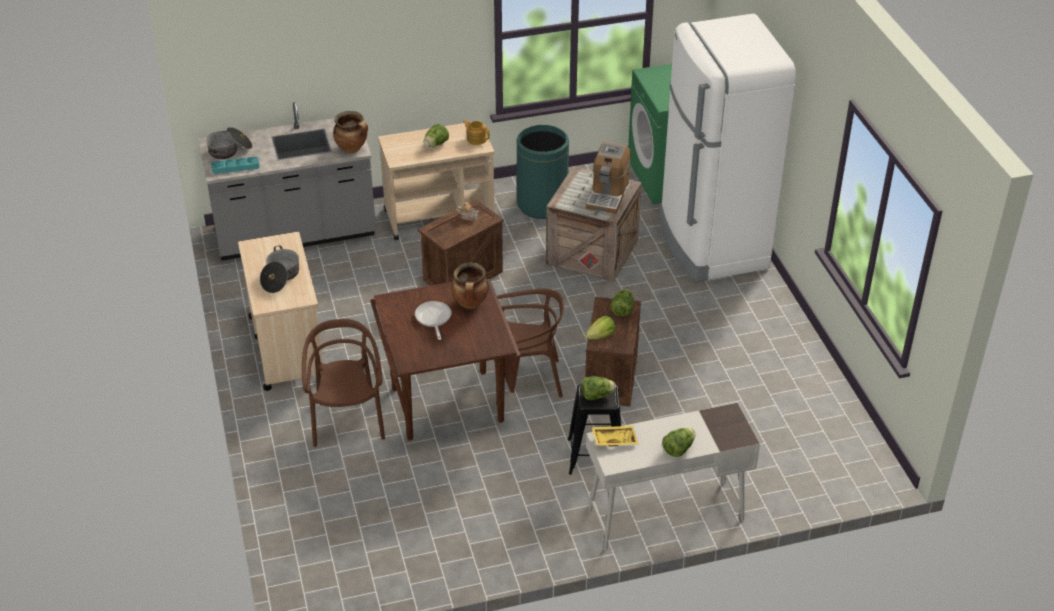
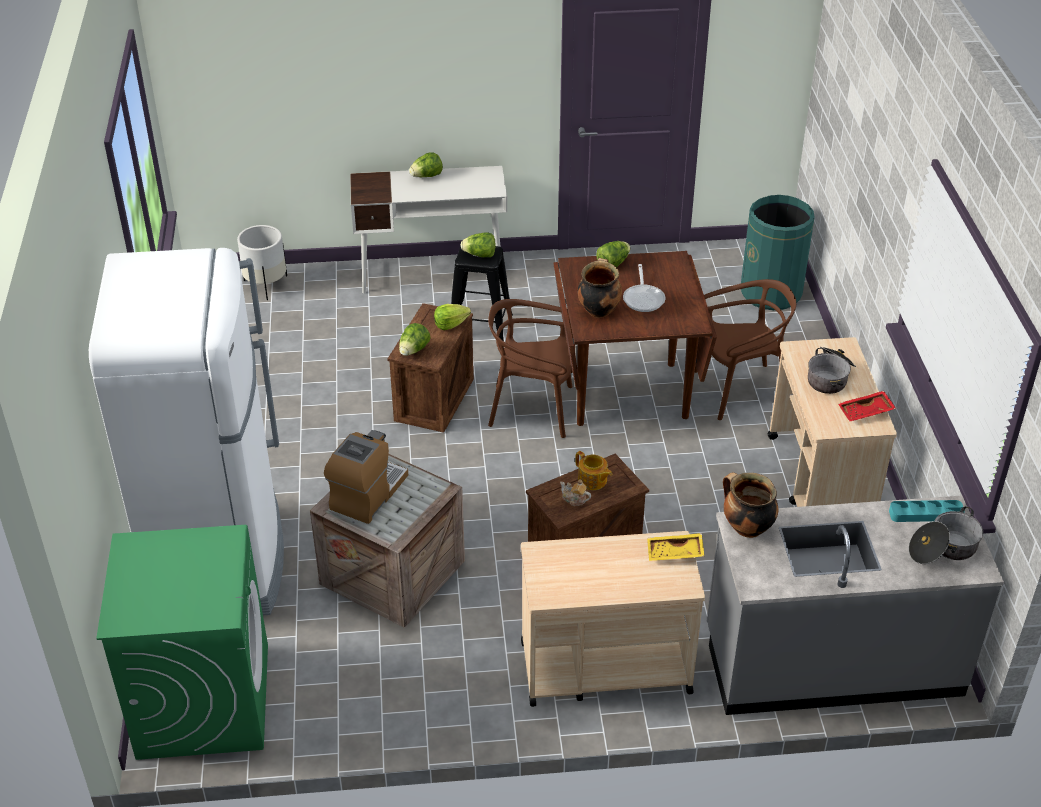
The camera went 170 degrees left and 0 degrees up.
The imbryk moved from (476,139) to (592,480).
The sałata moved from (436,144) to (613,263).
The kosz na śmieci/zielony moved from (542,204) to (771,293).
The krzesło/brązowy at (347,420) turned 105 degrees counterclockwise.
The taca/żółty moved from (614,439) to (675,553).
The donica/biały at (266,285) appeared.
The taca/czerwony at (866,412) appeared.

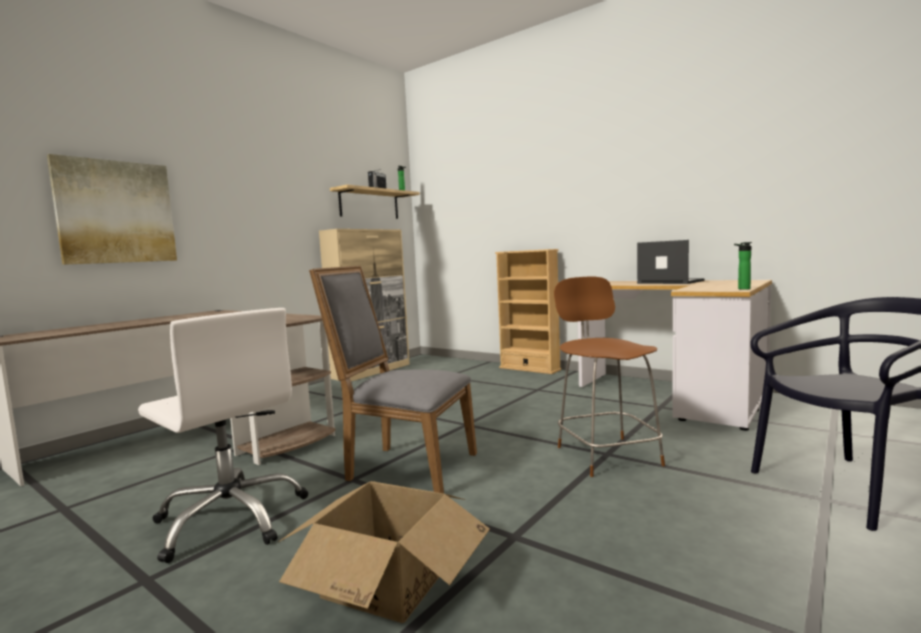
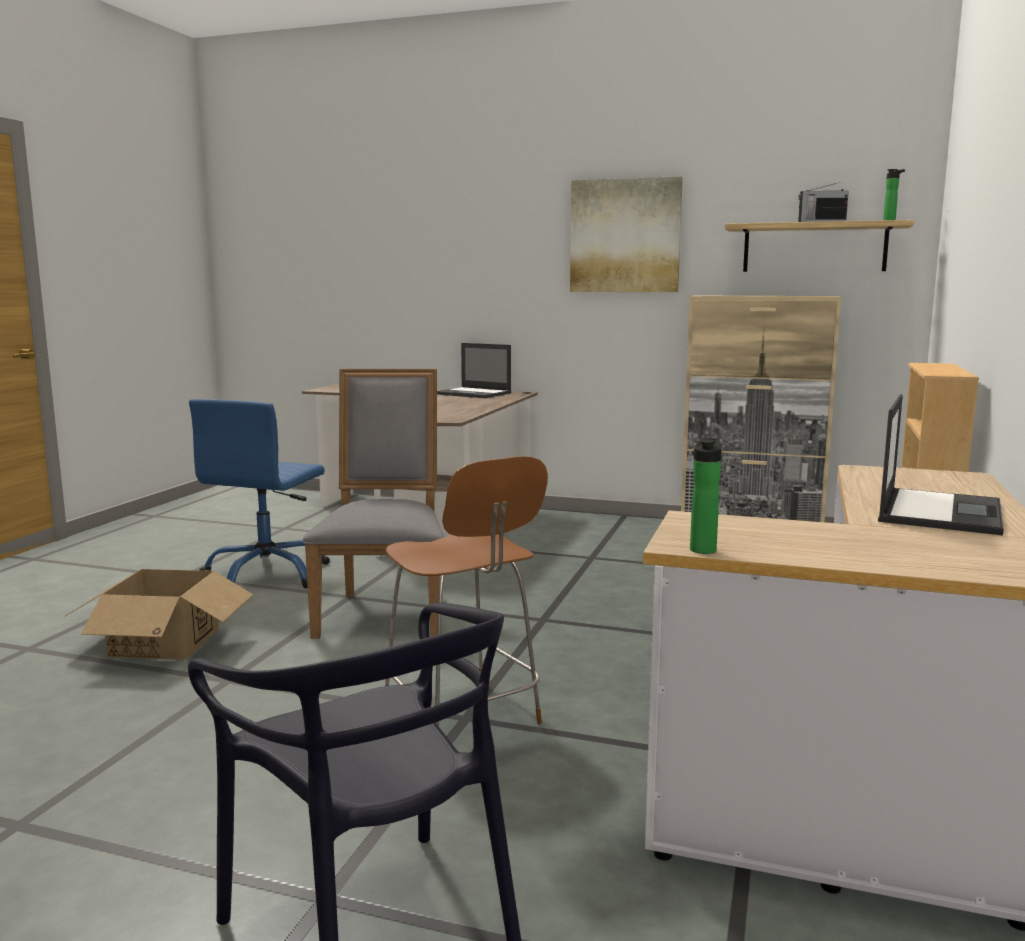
The camera went 70 degrees right and 5 degrees up.
The obraz moved from (116,212) to (625,236).
The krzesło/brązowy at (606,454) turned 90 degrees clockwise.
The krzesło biurowe/biały at (232,519) became the krzesło biurowe/niebieski at (267,575).
The laptop at (474,393) appeared.

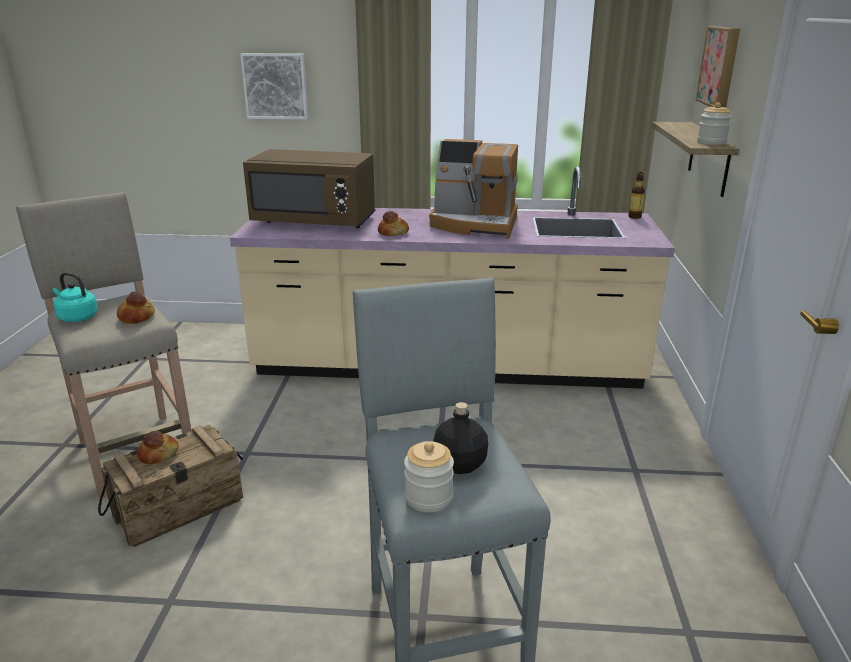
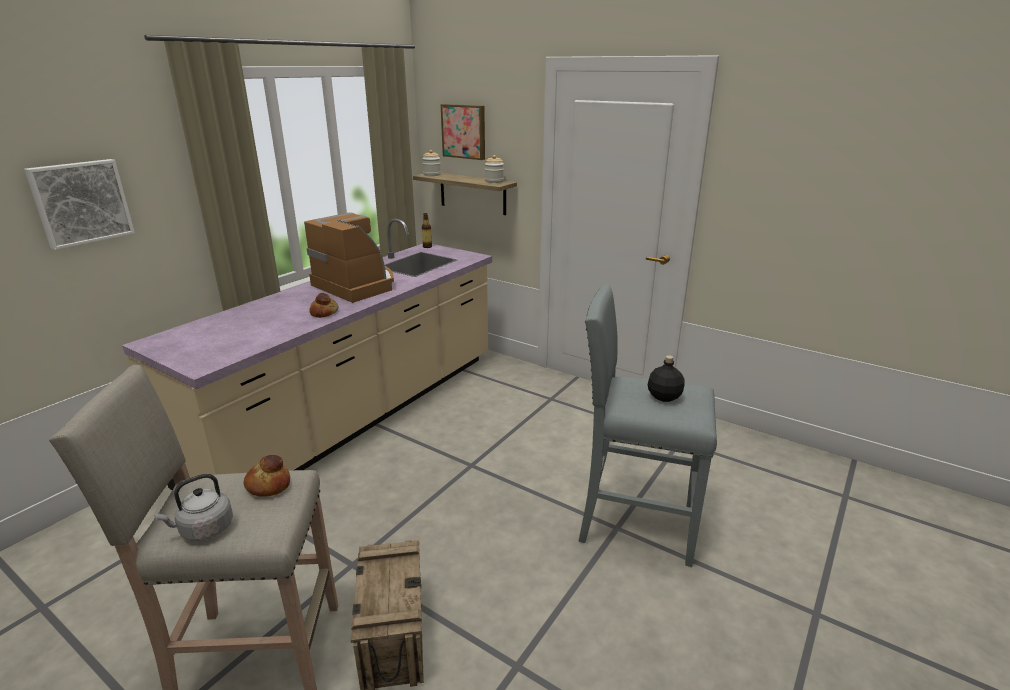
The camera went 60 degrees left and 0 degrees up.
The ekspres do kawy at (474,224) turned 90 degrees counterclockwise.
The mikrofalówka/brązowy at (315,221) disappeared.
The czajnik/turkusowy at (76,317) became the czajnik/szary at (204,529).
The chleb at (159,454) disappeared.
The słoik moved from (428,497) to (432,175).

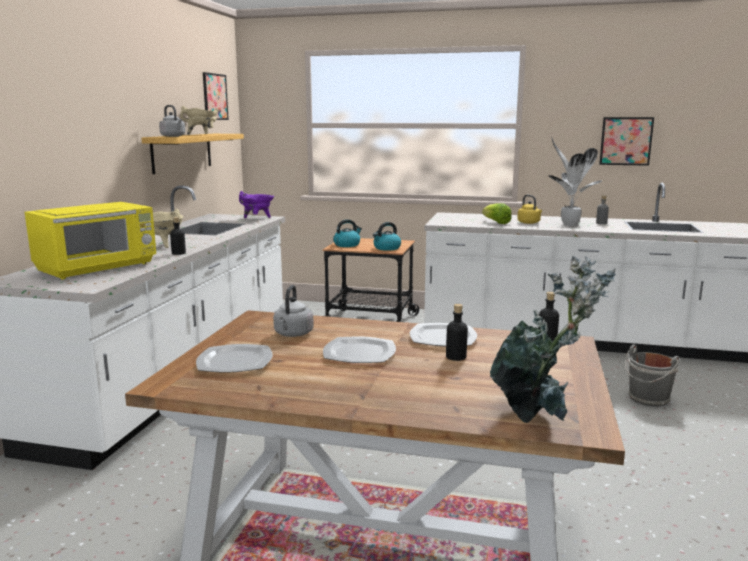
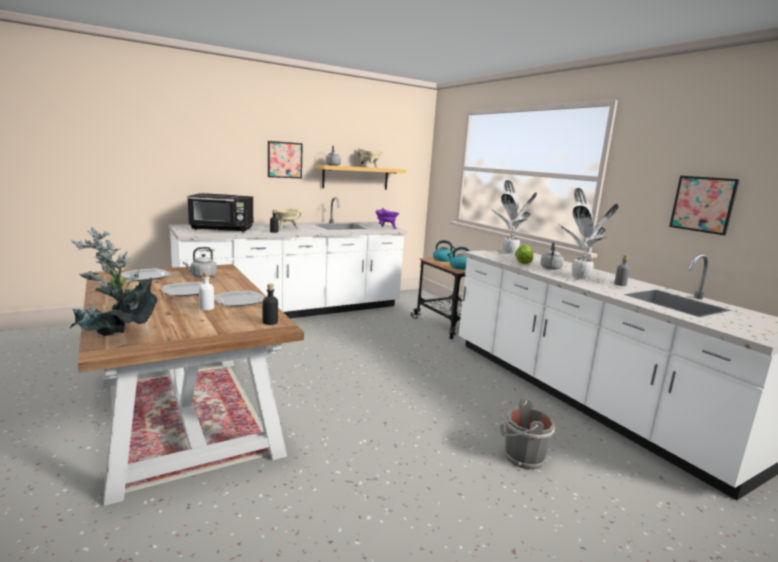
The camera went 45 degrees right and 0 degrees up.
The obraz moved from (215,97) to (285,160).
The czajnik/żółty at (529,223) became the czajnik/szary at (550,268).
The mikrofalówka/żółty at (98,268) became the mikrofalówka/czarny at (223,229).
The butelka/czarny at (456,357) became the butelka/biały at (207,308).
The roślina doniczkowa at (509,252) appeared.

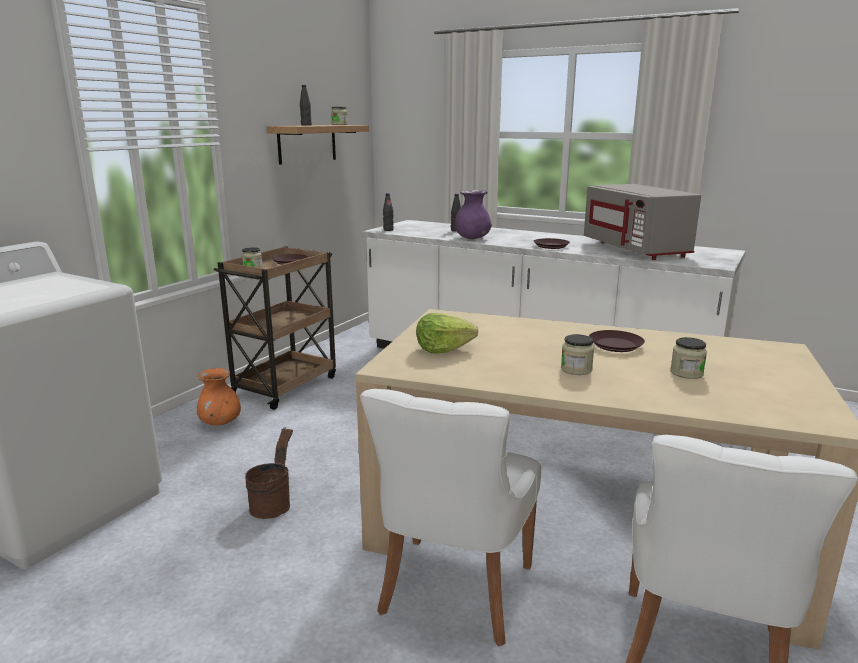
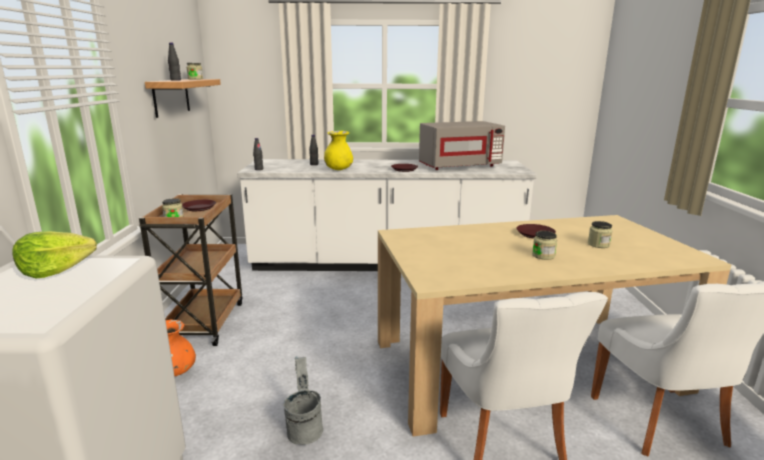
The camera went 30 degrees left and 0 degrees up.
The mikrofalówka/szary at (636,249) turned 60 degrees counterclockwise.
The wazon/fioletowy at (472,238) became the wazon/żółty at (338,169).
The sałata moved from (443,349) to (55,270).
The wiadro/brązowy at (273,504) became the wiadro/szary at (304,427).

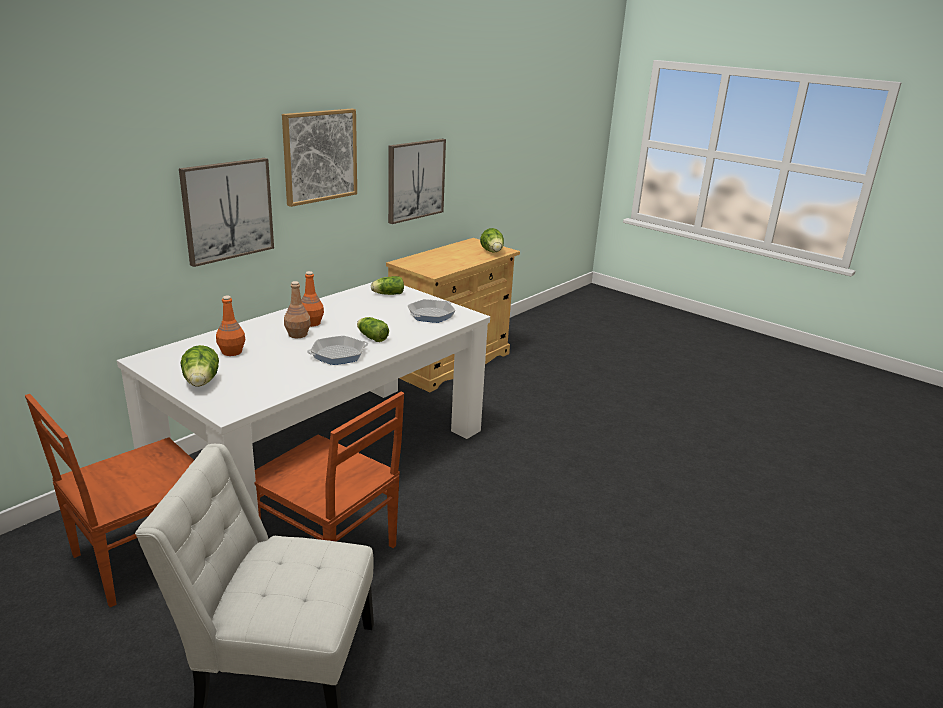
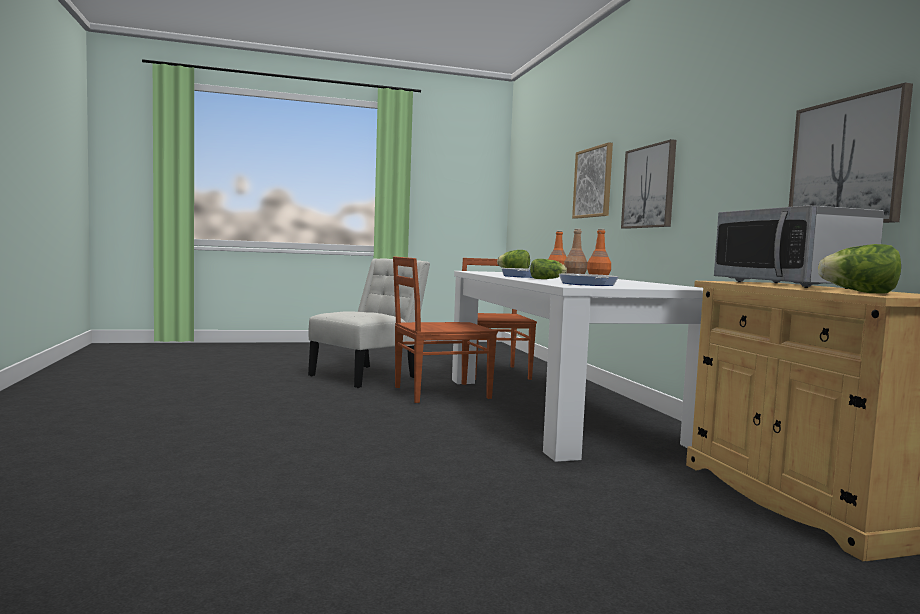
The camera went 125 degrees right and 20 degrees down.
The obraz moved from (320,156) to (593,182).
The sałata at (387,294) disappeared.
The mikrofalówka at (789,285) appeared.

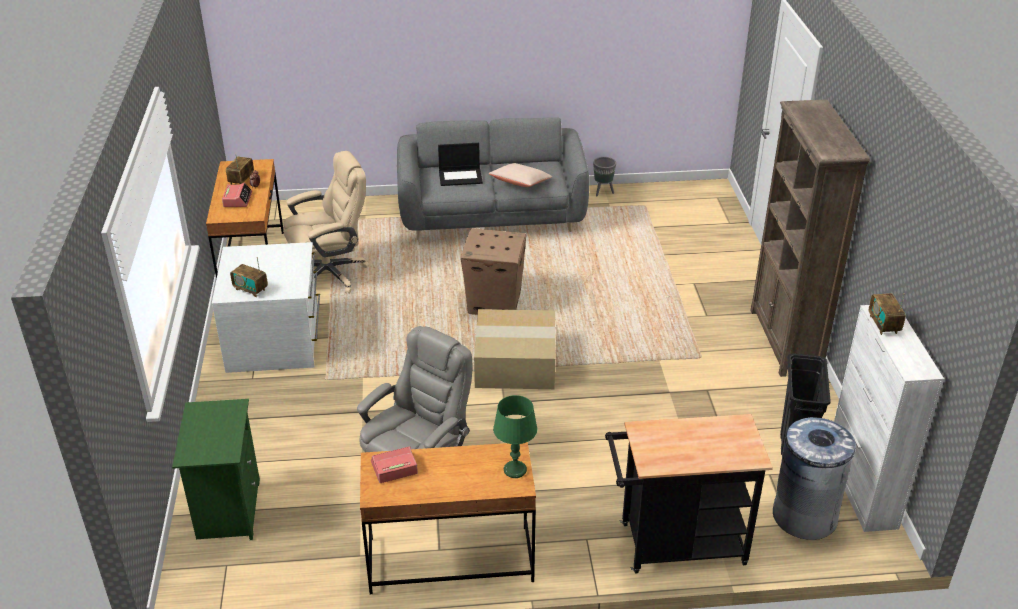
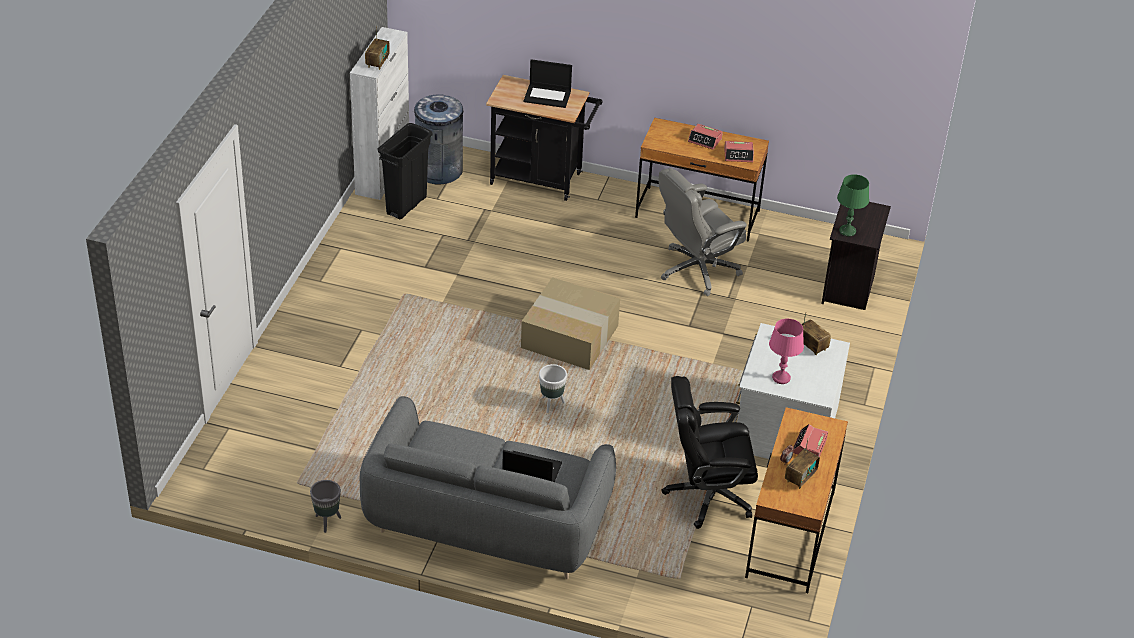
The camera went 160 degrees left and 5 degrees up.
The regał/brązowy at (785,341) disappeared.
The krzesło biurowe/beżowy at (330,274) became the krzesło biurowe/czarny at (707,495).
The poduszka/beżowy at (520,183) disappeared.
The karton at (495,303) was replaced by the donica/biały at (551,404).
The lampa stołowa/zielony moved from (515,470) to (847,231).
The szafka nocna/zielony at (227,510) became the szafka nocna/czarny at (849,288).
The laptop at (548,96) appeared.
The budzik at (705,140) appeared.
The lampa stołowa/różowy at (781,378) appeared.

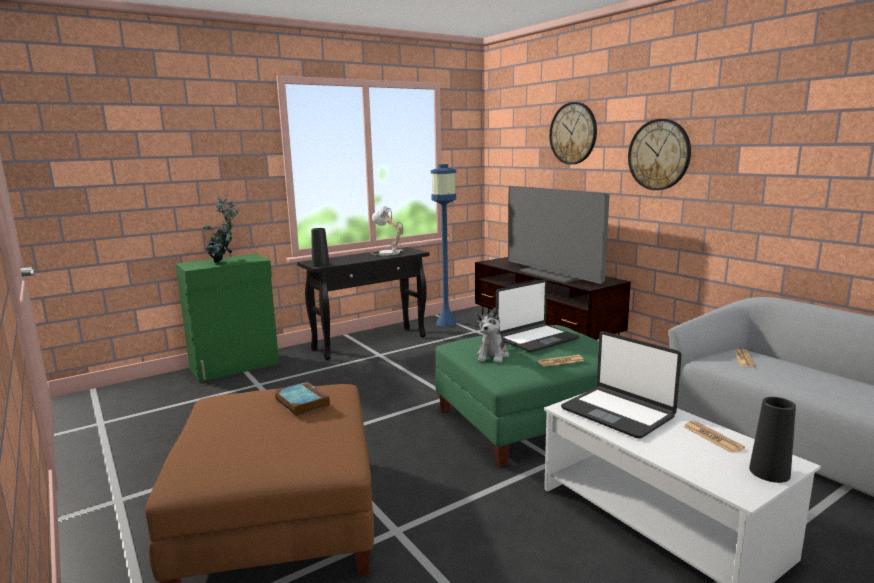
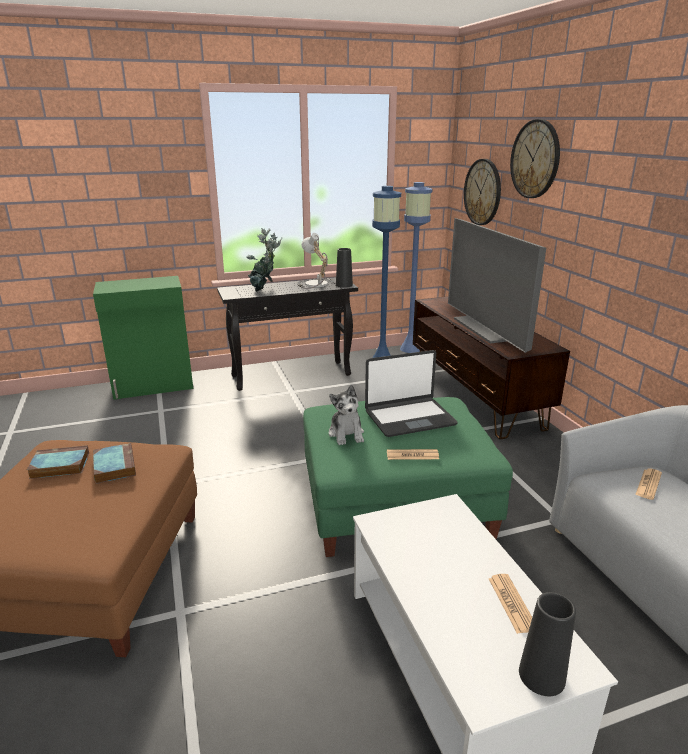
The camera went 15 degrees right and 10 degrees up.
The zegar ścienny moved from (659,154) to (482,192).
The roślina doniczkowa moved from (223,262) to (264,291).
The wazon/czarny moved from (320,265) to (344,285).
The pluszak at (493,355) turned 45 degrees counterclockwise.
The laptop at (618,412) disappeared.
The lampa stojąca/niebieski at (410,349) appeared.
The książka at (58,466) appeared.

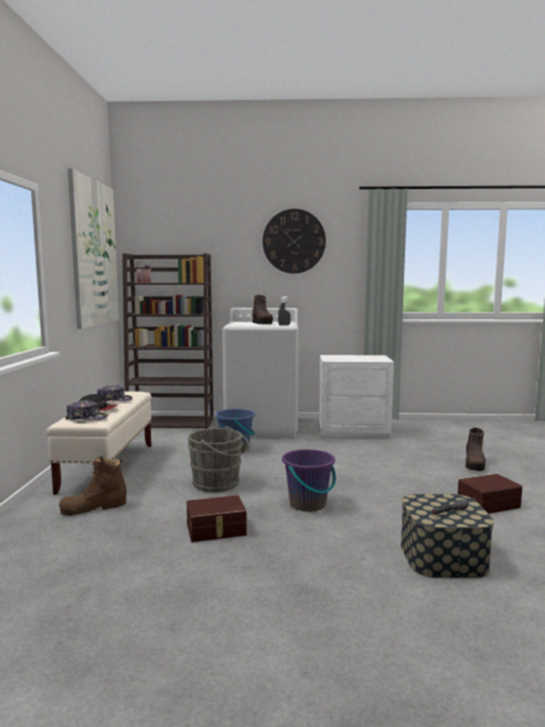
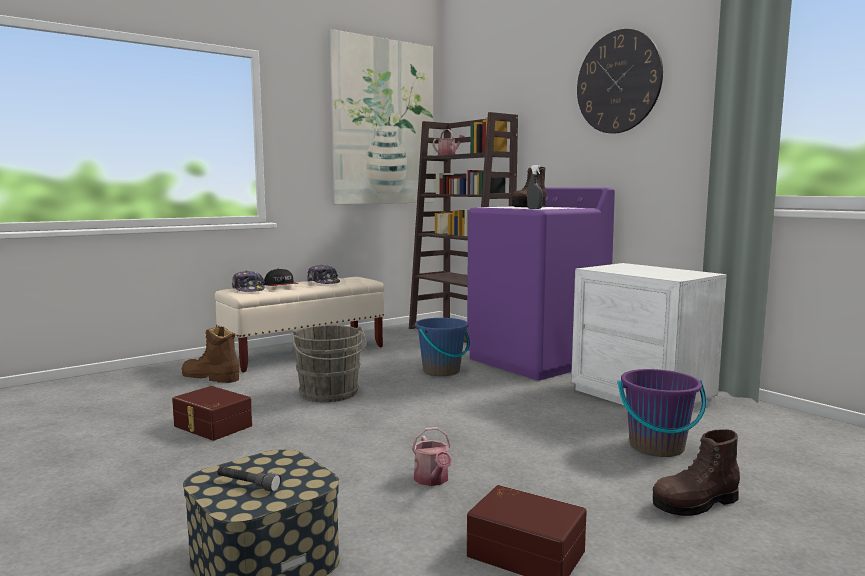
The camera went 50 degrees right and 0 degrees up.
The pralka/biały at (263,427) became the pralka/fioletowy at (536,360).
The wiadro/fioletowy moved from (308,504) to (657,447).
The konewka at (432,480) appeared.

